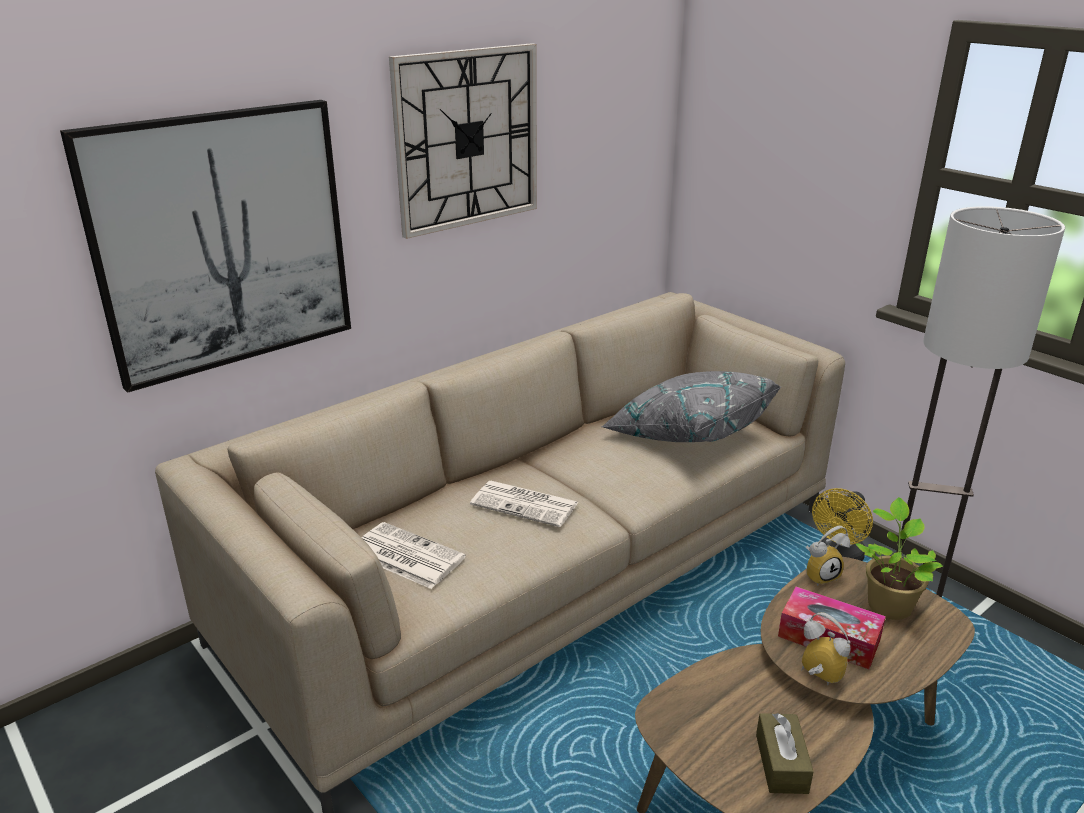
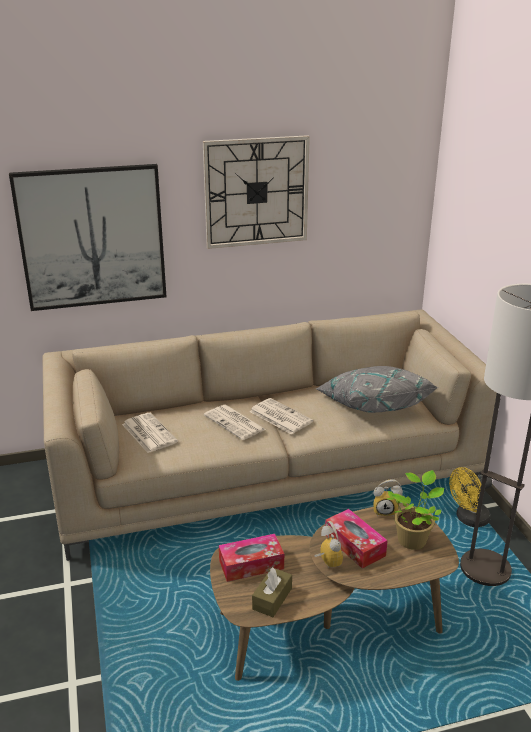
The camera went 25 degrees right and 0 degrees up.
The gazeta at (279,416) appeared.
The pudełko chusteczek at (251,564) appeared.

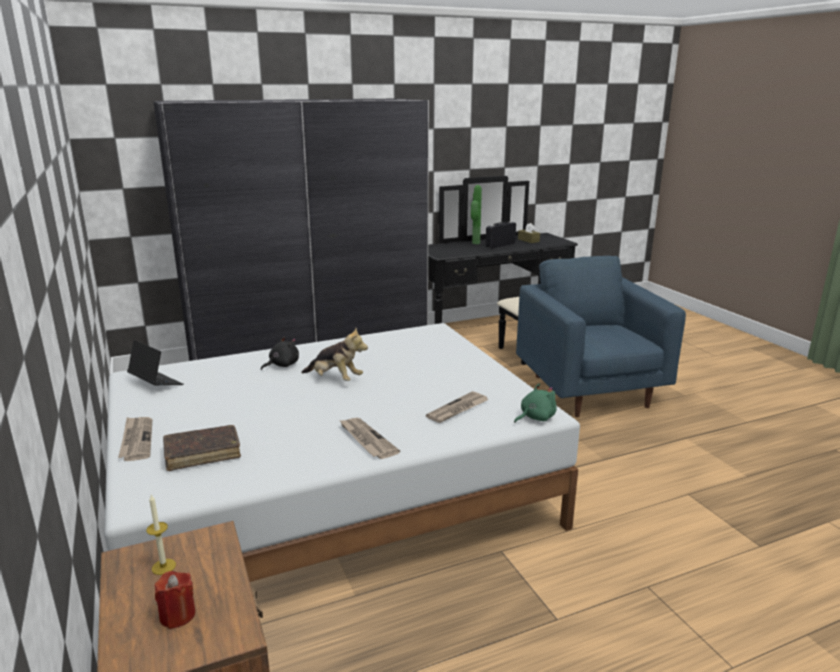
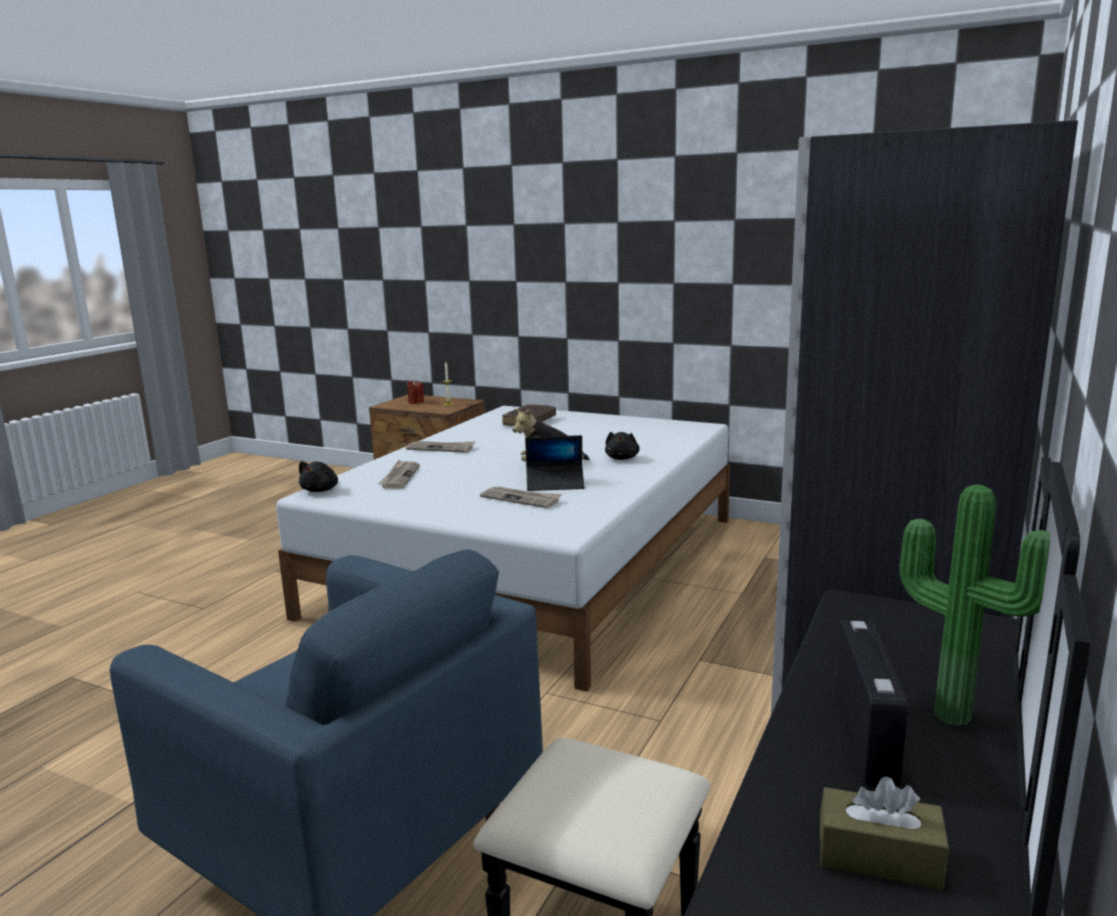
The camera went 140 degrees right and 5 degrees down.
The laptop moved from (156,383) to (555,484).
The pluszak/zielony at (535,417) became the pluszak/czarny at (321,490).
The gazeta moved from (136,440) to (521,499).

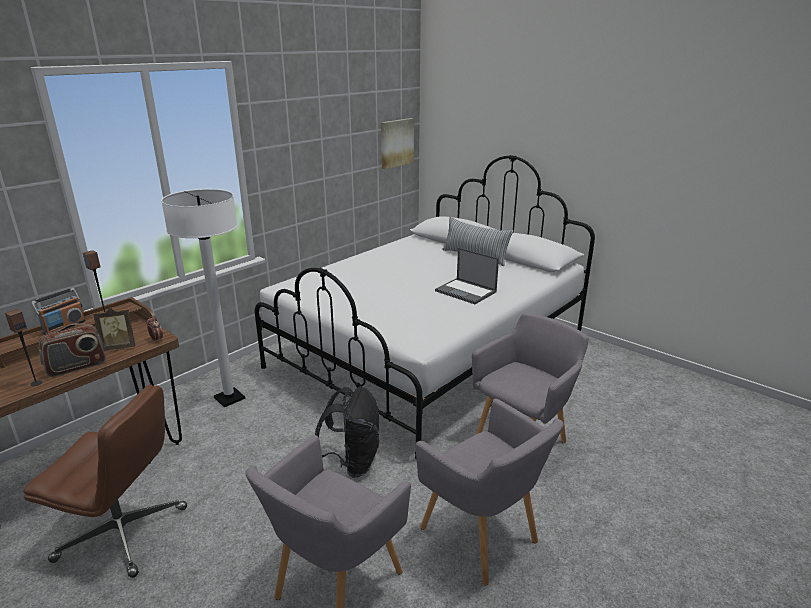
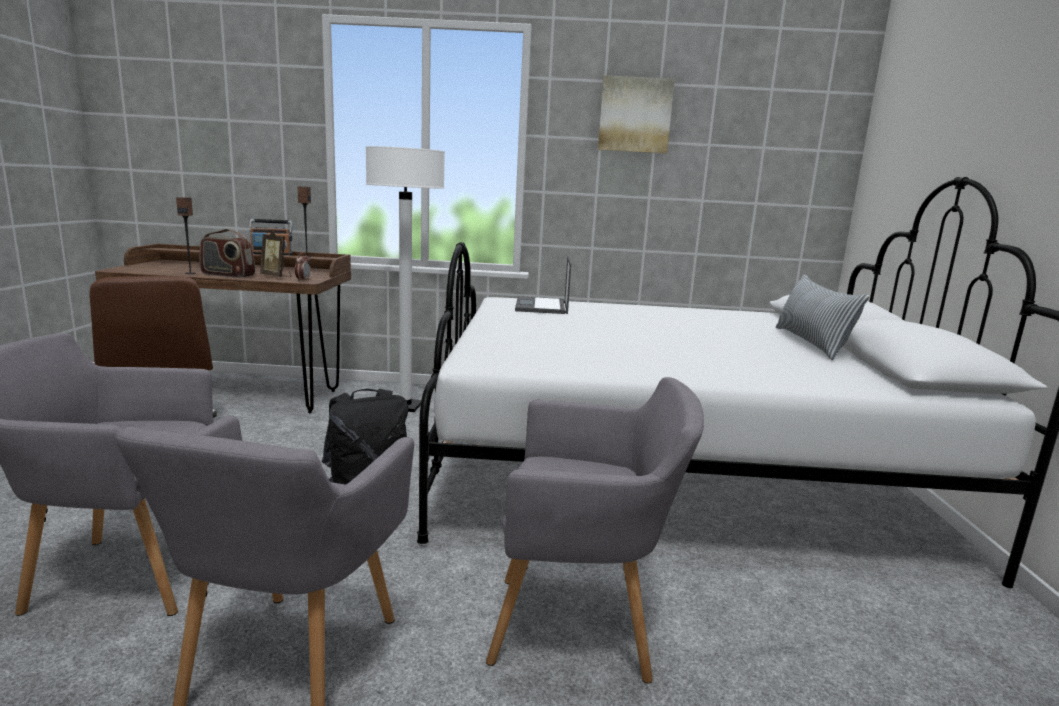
The camera went 50 degrees right and 10 degrees down.
The obraz moved from (396,143) to (635,115).
The laptop moved from (466,291) to (542,306).

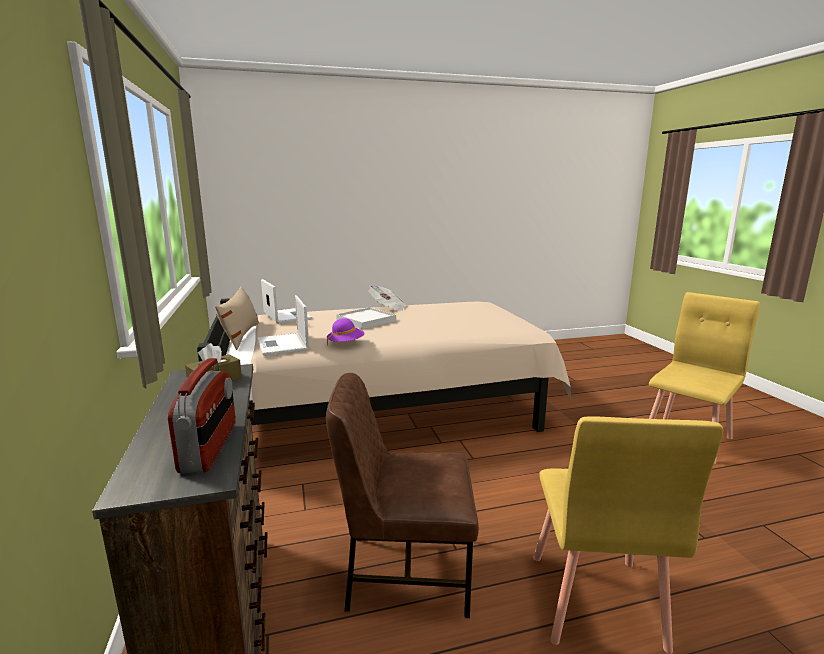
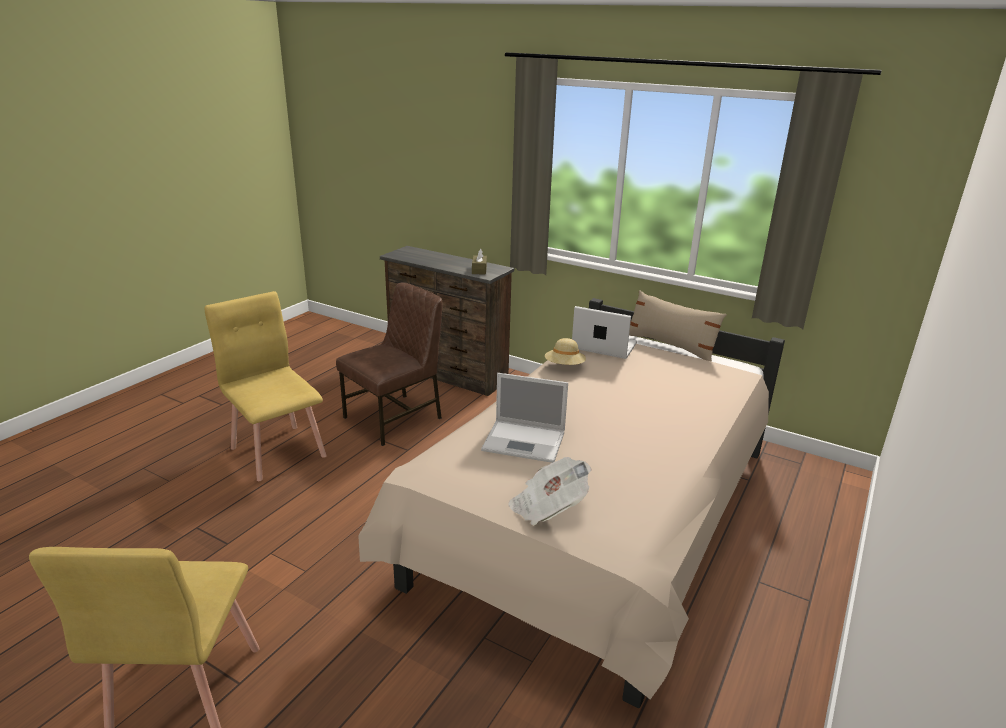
The camera went 135 degrees right and 10 degrees up.
The laptop moved from (287,316) to (525,441).
The gazeta moved from (387,308) to (548,507).
The taca/biały at (366,321) disappeared.
The kapelusz/fioletowy at (346,344) became the kapelusz/beżowy at (564,366).
The radio at (210,447) disappeared.

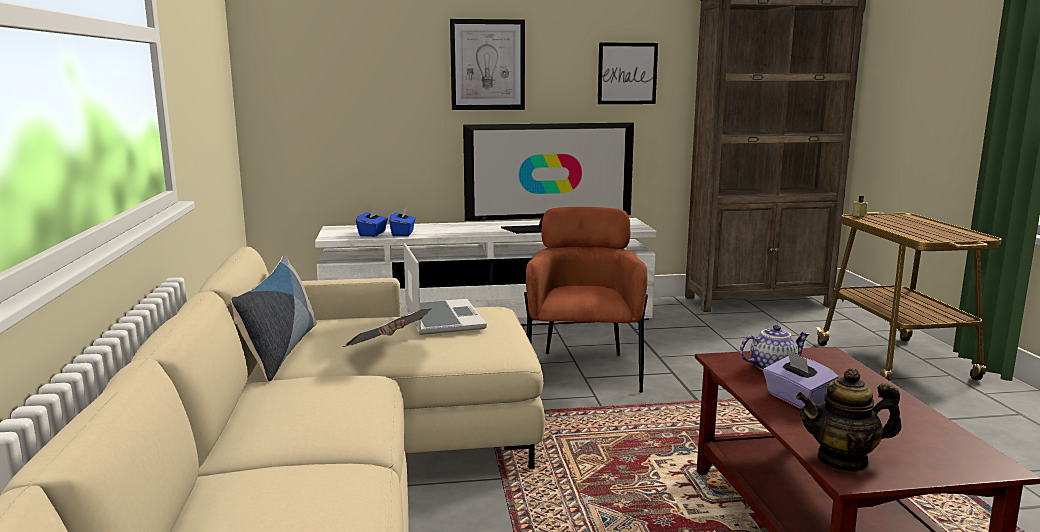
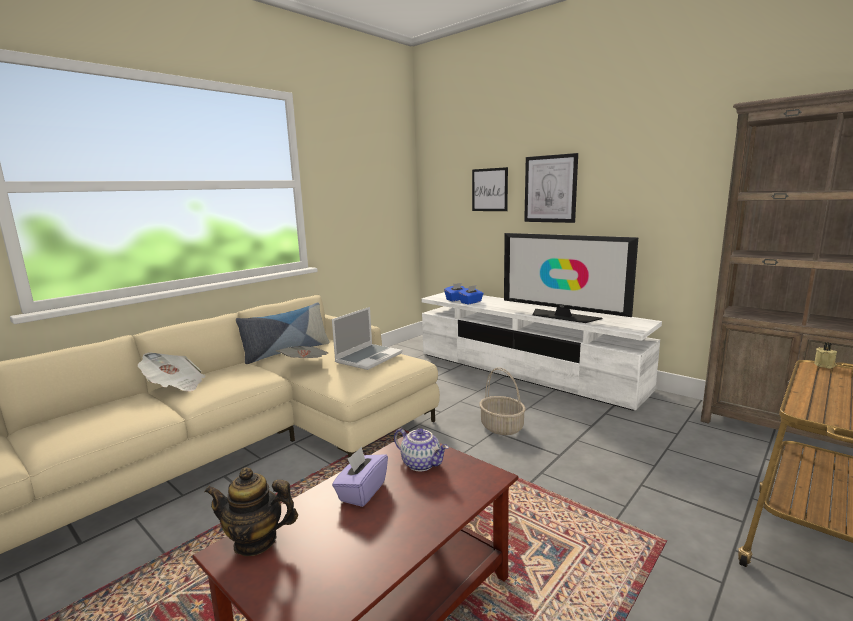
The camera went 50 degrees right and 0 degrees up.
The obraz moved from (627,73) to (489,190).
The fotel/brązowy at (583,371) was replaced by the koszyk at (502,427).
The imbryk at (843,460) turned 45 degrees counterclockwise.
The gazeta at (175,385) appeared.

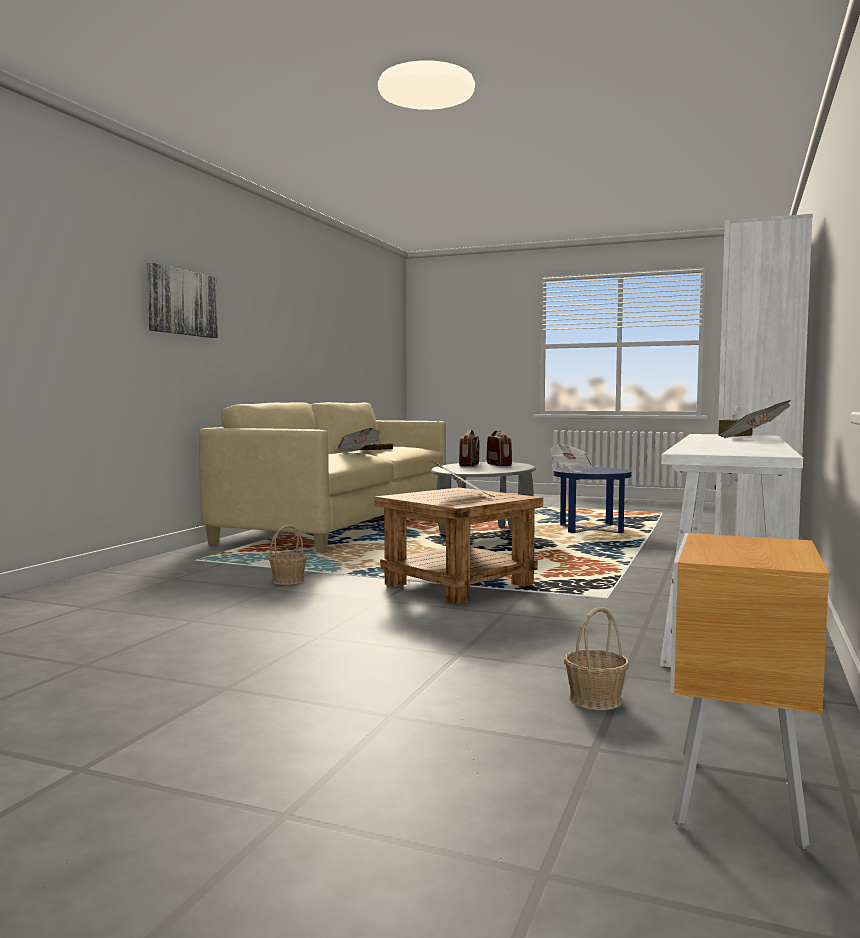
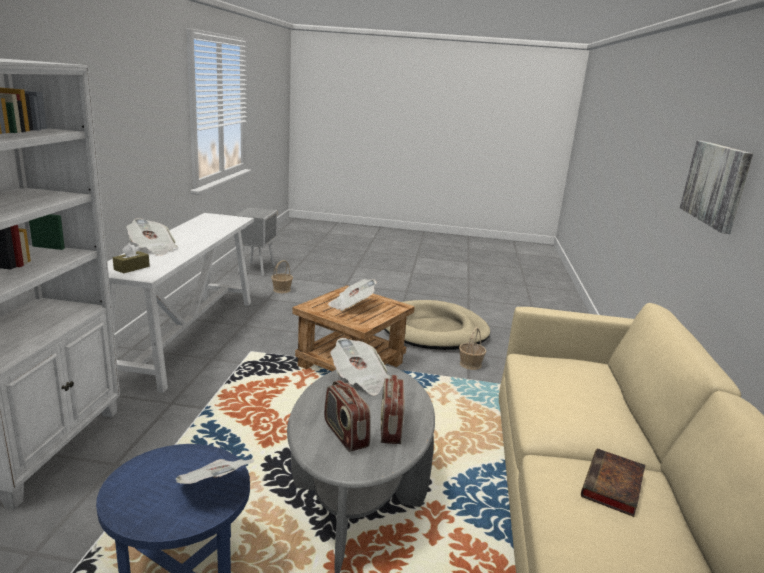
The camera went 165 degrees right and 15 degrees up.
The gazeta moved from (358,452) to (360,380).
The szafka nocna/brązowy at (735,799) became the szafka nocna/szary at (257,269).
The legowisko/beżowy at (433,330) appeared.

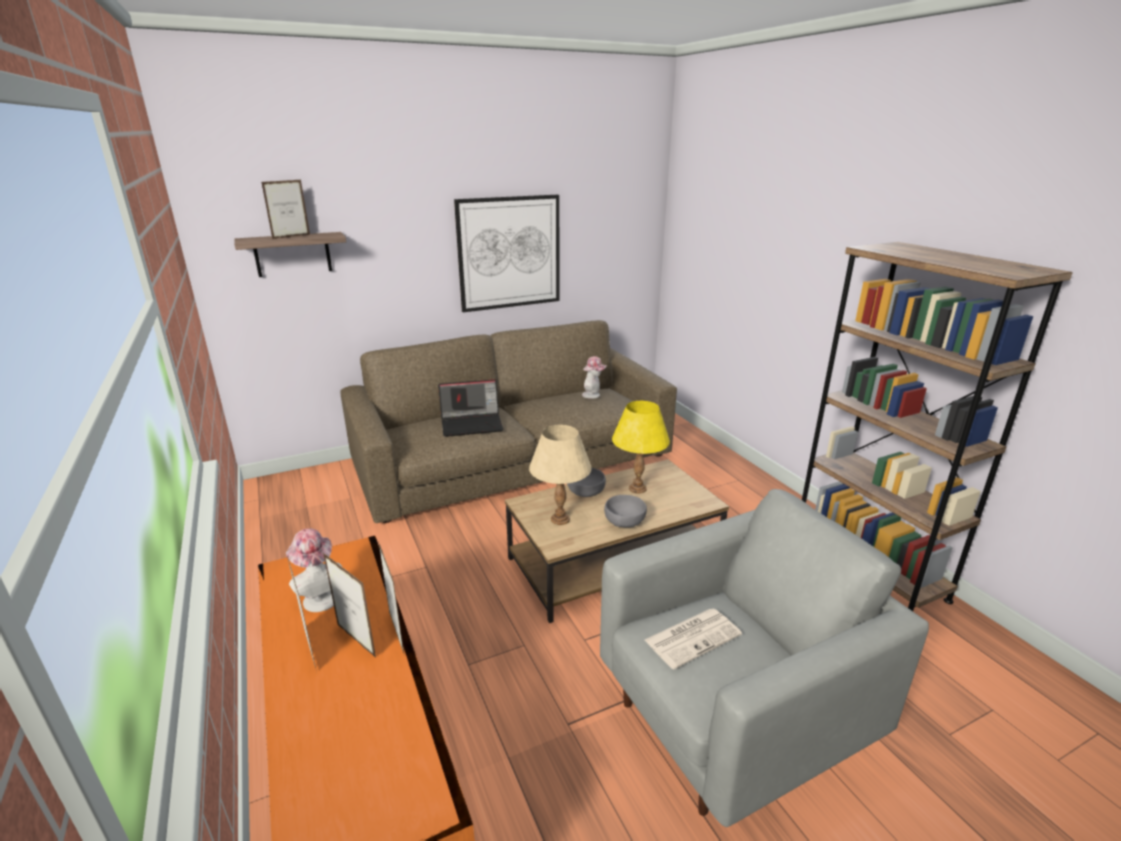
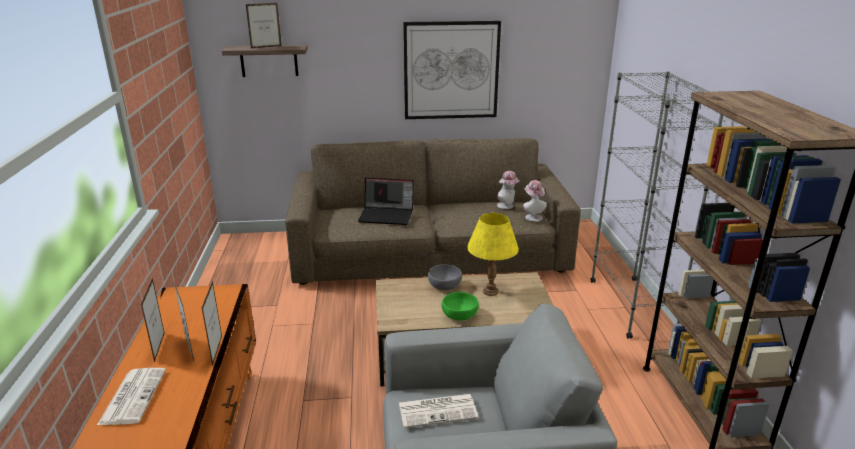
The camera went 20 degrees right and 0 degrees up.
The lampa stołowa/beżowy at (559,519) disappeared.
The miska/szary at (625,521) became the miska/zielony at (460,315).
The kapelusz moved from (319,597) to (532,217).
The regał/szary at (631,306) appeared.
The gazeta at (133,396) appeared.

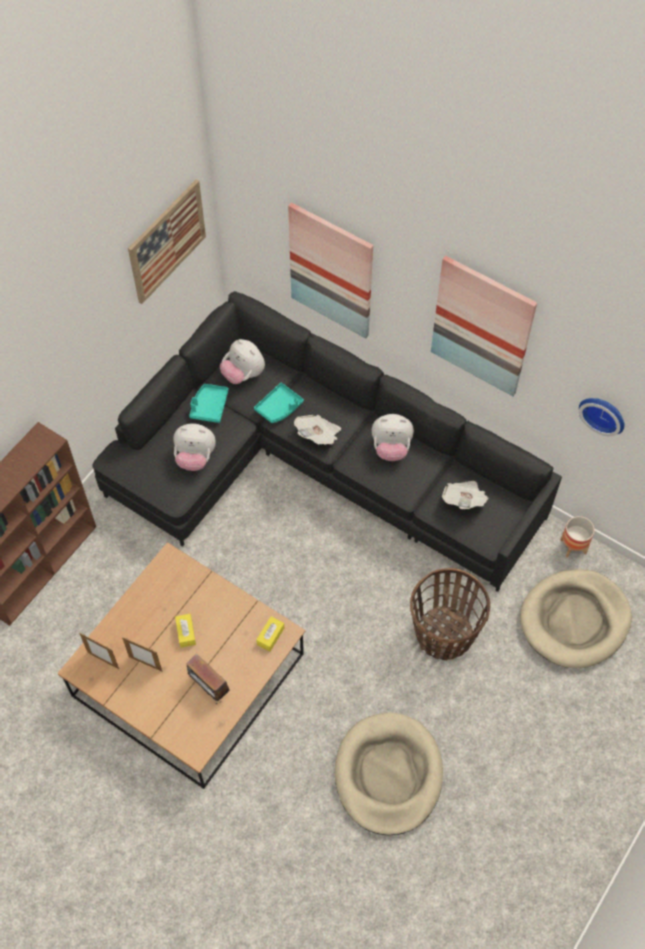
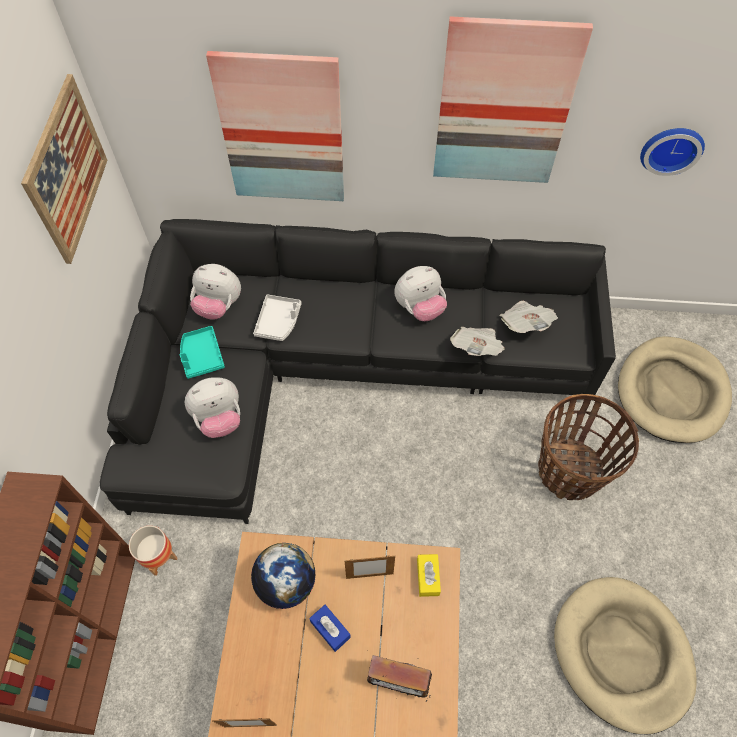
The camera went 30 degrees left and 0 degrees up.
The taca/turkusowy at (279,407) became the taca/biały at (278,322).
The gazeta moved from (318,435) to (476,348).
The donica moved from (573,546) to (159,557).
The pudełko chusteczek/żółty at (186,633) became the pudełko chusteczek/niebieski at (330,629).
The ramka na zdjęcie moved from (145,664) to (369,576).
The globus at (286,583) appeared.

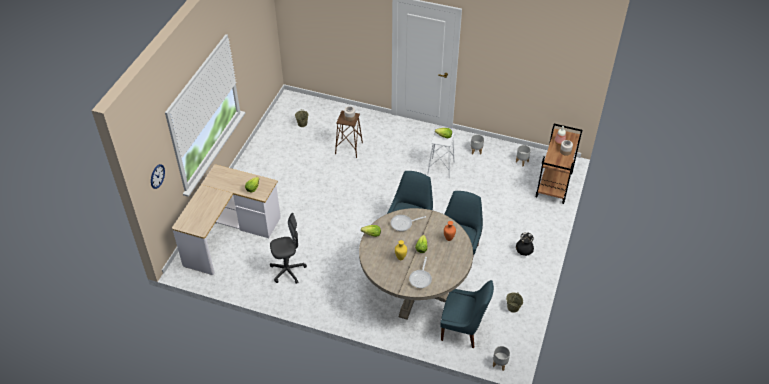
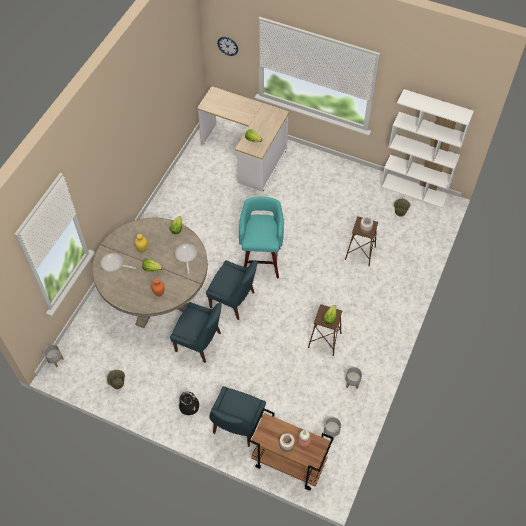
The camera went 95 degrees right and 10 degrees up.
The stołek/biały at (441,168) became the stołek/brązowy at (324,340).
The krzesło biurowe/szary at (288,271) disappeared.
The krzesło/niebieski moved from (463,329) to (236,426).
The regał/biały at (414,190) appeared.
The stołek/turkusowy at (261,260) appeared.

